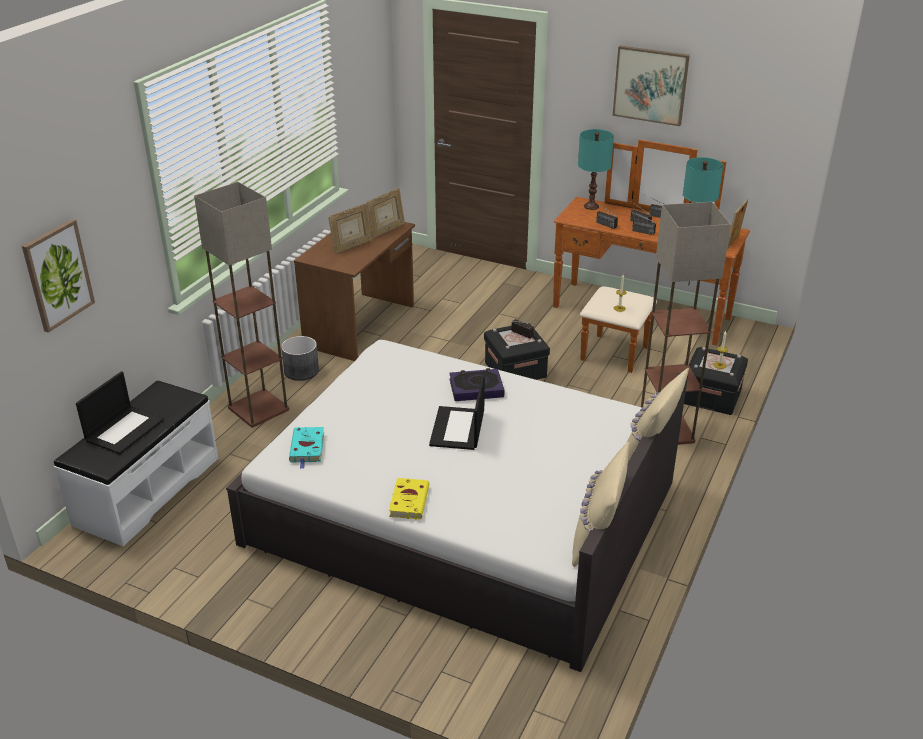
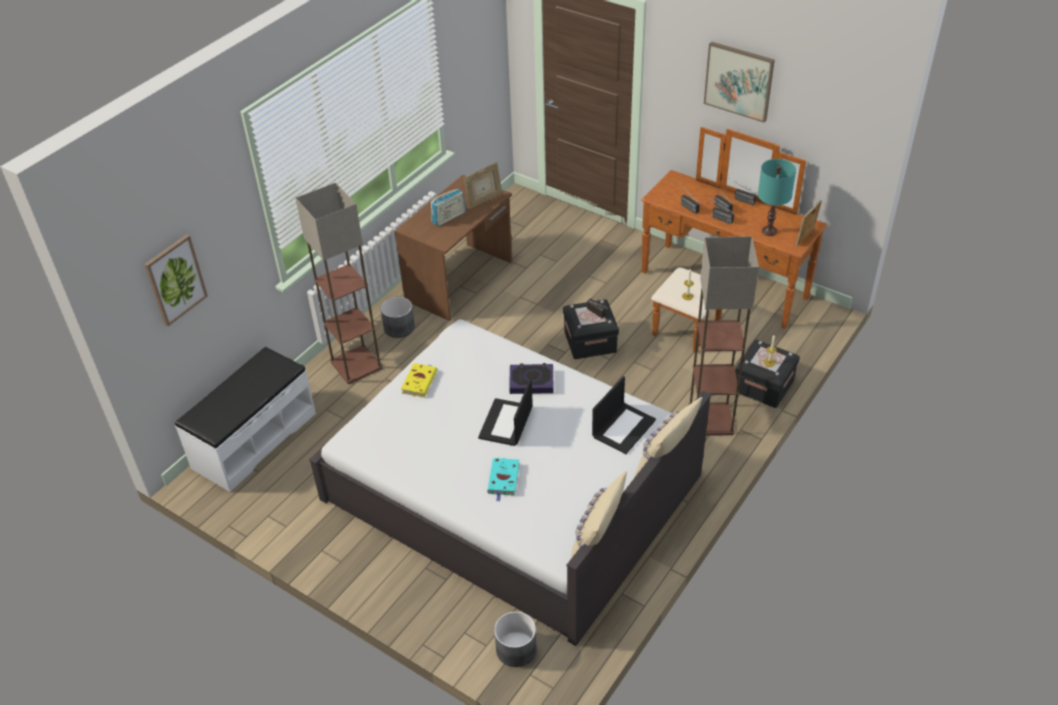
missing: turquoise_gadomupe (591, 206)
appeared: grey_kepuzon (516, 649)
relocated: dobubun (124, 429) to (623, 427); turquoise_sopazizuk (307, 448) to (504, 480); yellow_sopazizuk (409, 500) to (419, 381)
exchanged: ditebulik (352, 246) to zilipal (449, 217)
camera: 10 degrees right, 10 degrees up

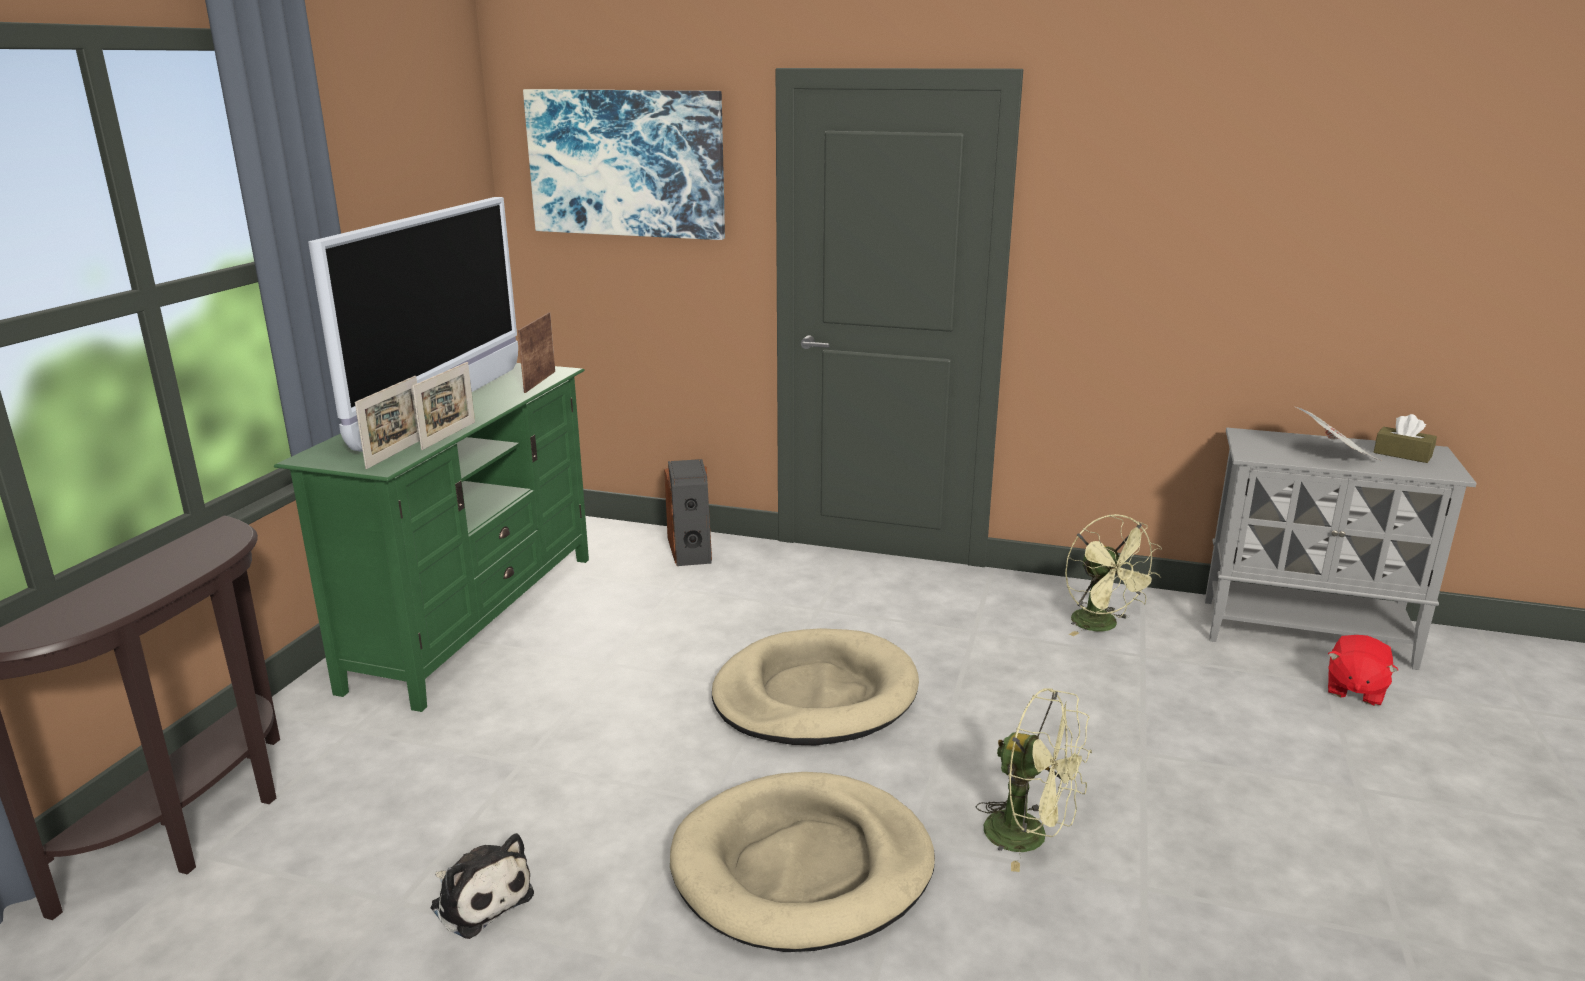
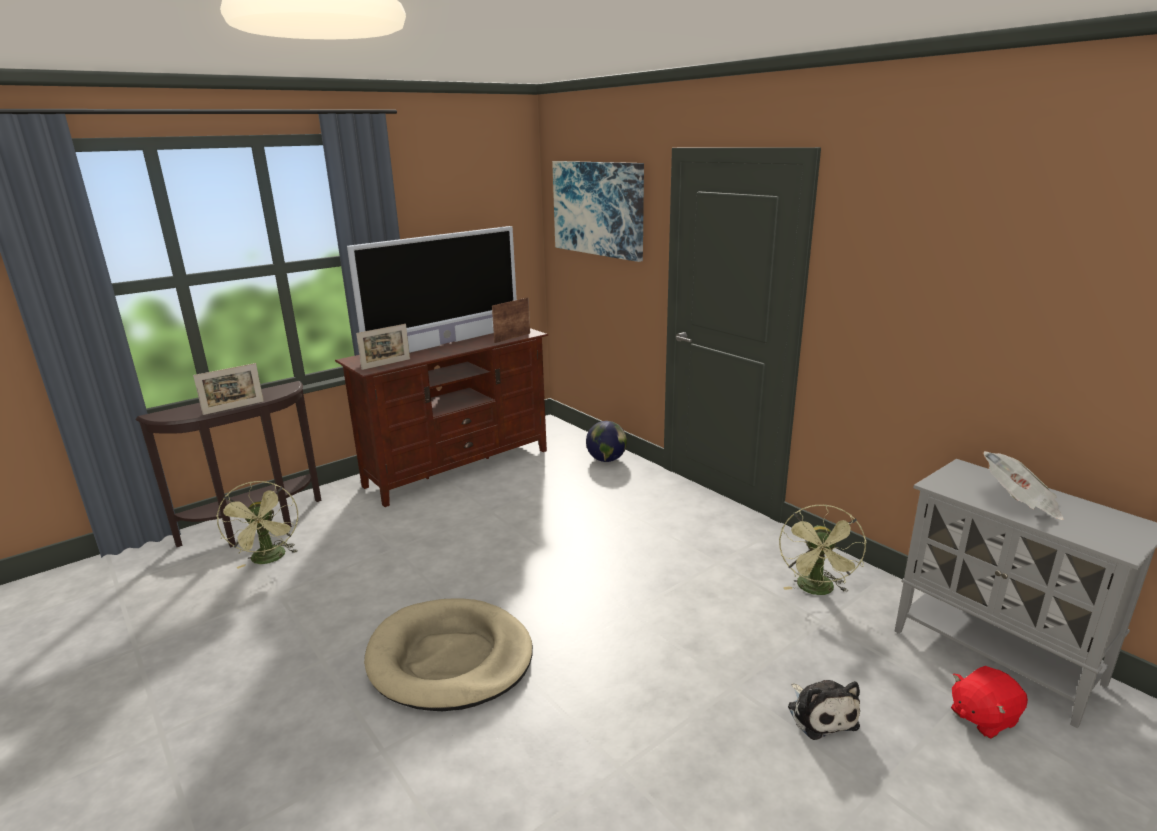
missing: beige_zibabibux (815, 695); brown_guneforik (1402, 454)
relocated: ditebulik (449, 435) to (234, 408); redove (480, 898) to (820, 714); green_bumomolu (1029, 836) to (270, 559)
exchanged: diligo (691, 550) to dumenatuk (606, 460)
colour: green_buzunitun (475, 619) to brown_buzunitun (458, 467)
camera: 35 degrees right, 0 degrees up

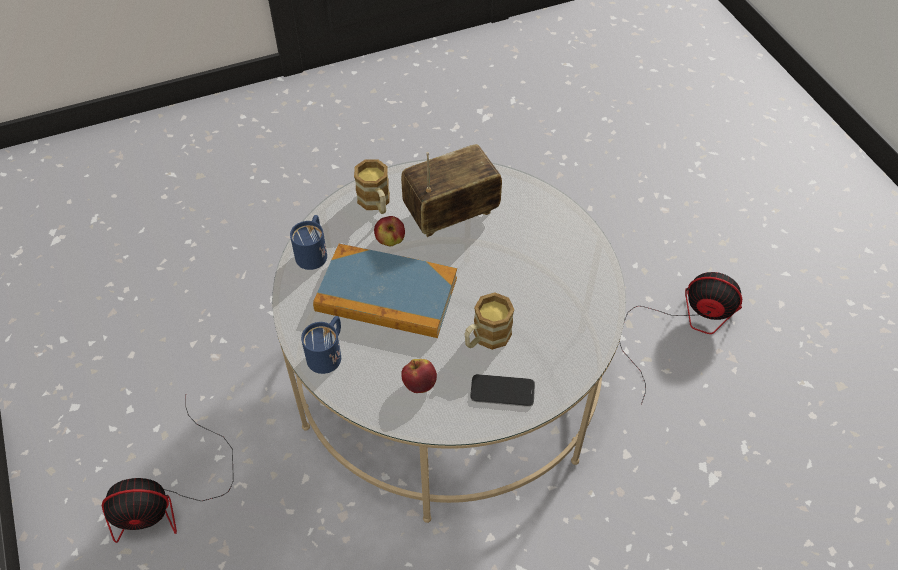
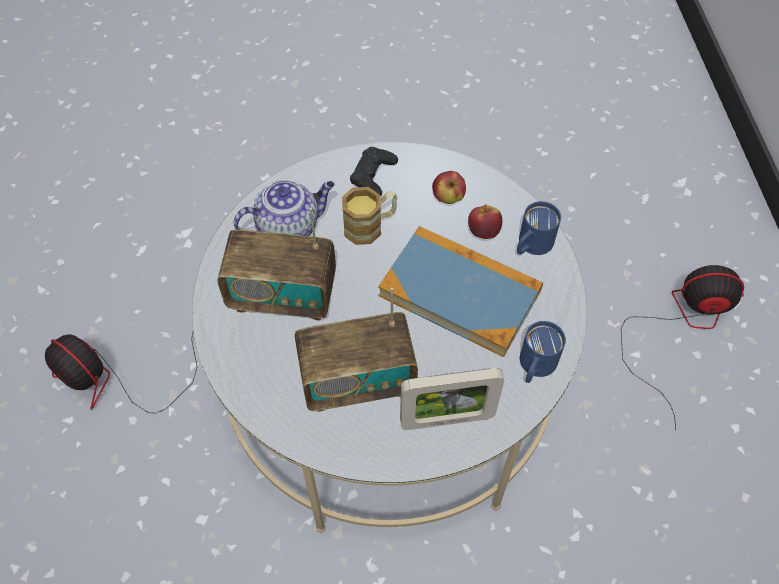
appeared: zilipal (283, 296); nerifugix (289, 226)
relocated: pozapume (390, 241) to (483, 231)
exchanged: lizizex (376, 203) to ditebulik (447, 420); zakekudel (502, 391) to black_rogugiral (373, 176)
camera: 165 degrees left, 5 degrees up

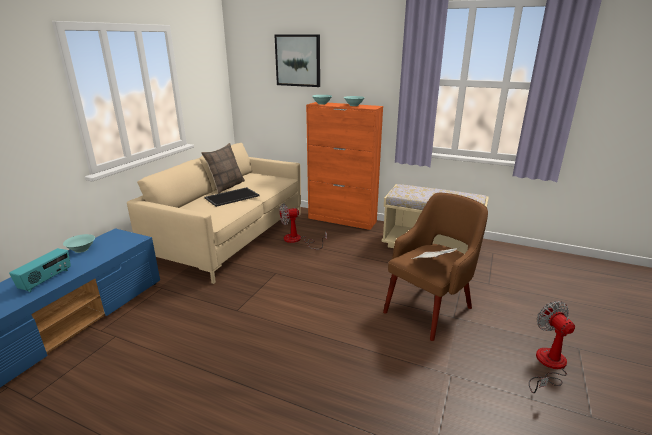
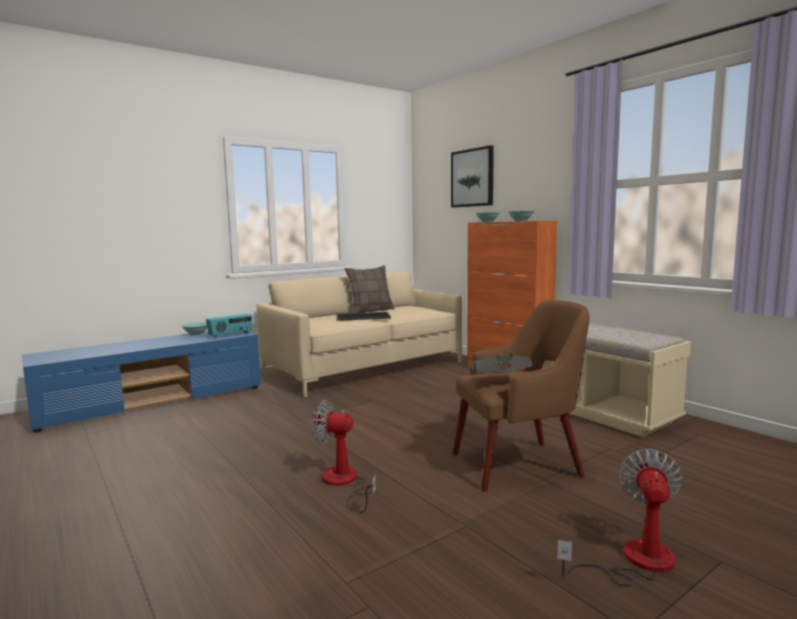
relocated: zilipal (46, 280) to (231, 335); bumomolu (297, 240) to (344, 483)
camera: 30 degrees right, 15 degrees down

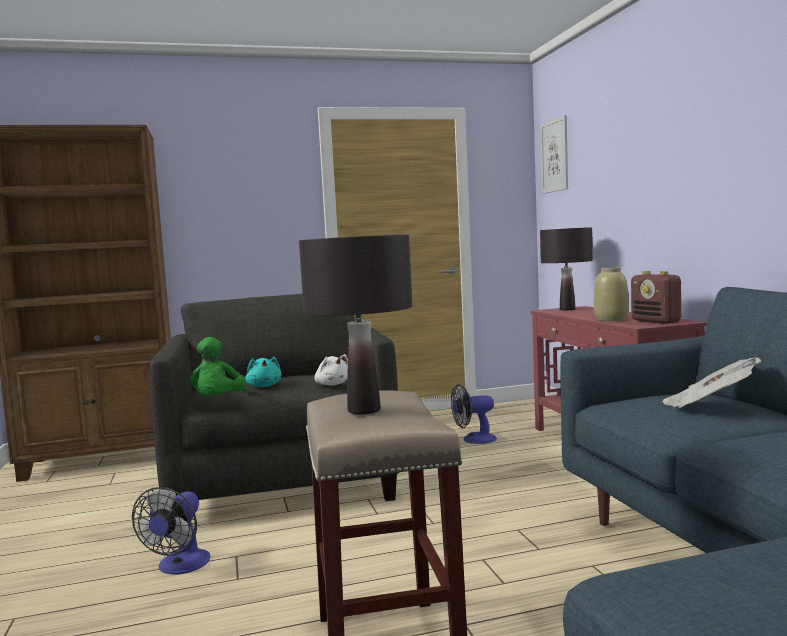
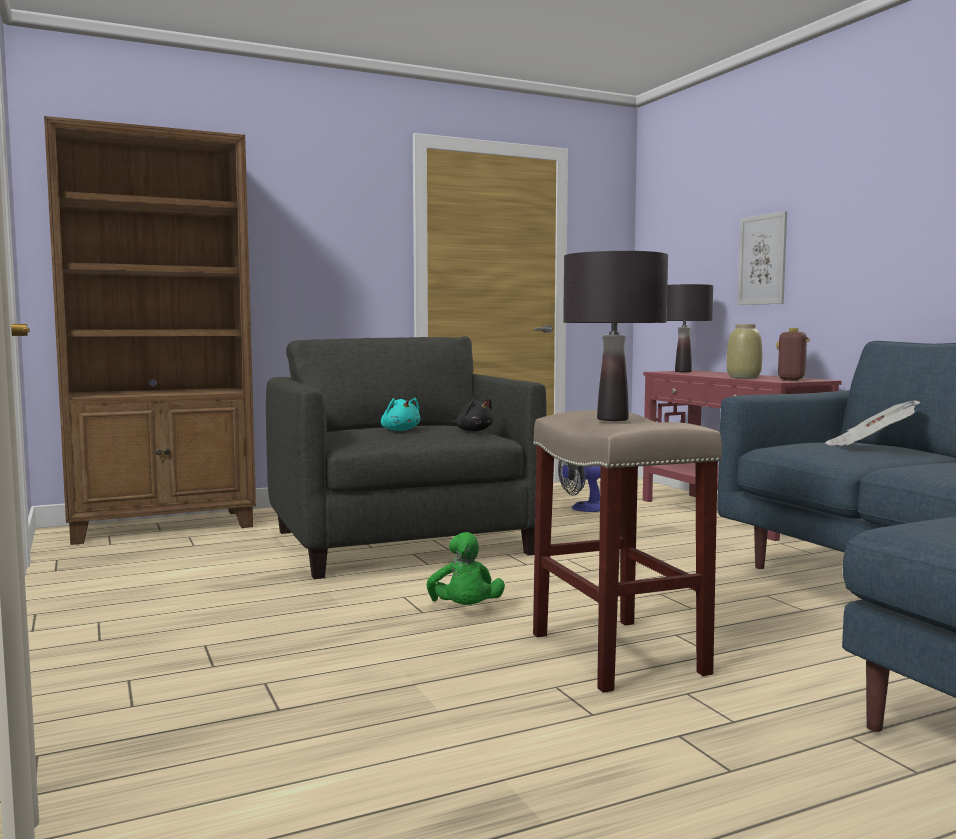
missing: bumomolu (180, 567)
relocated: green_redove (219, 402) to (465, 610); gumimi (554, 155) to (762, 259)
colour: white_redove (332, 384) to black_redove (473, 431)
spun: zilipal (656, 321) = (791, 379) 60 degrees clockwise
camera: 10 degrees left, 0 degrees up

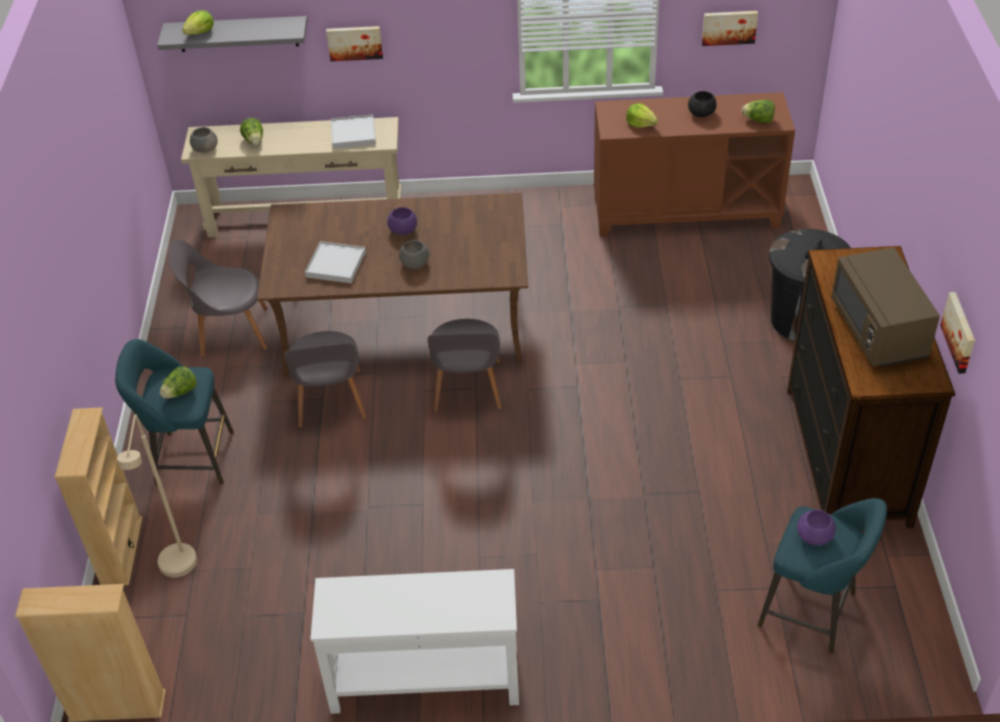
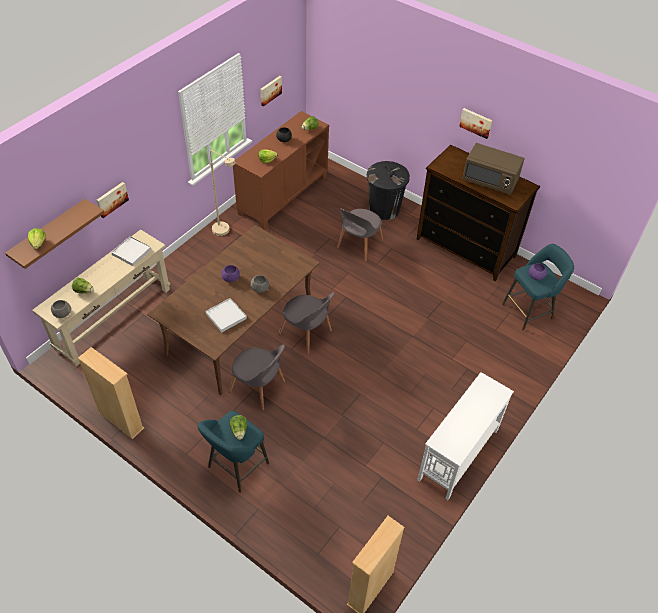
relocated: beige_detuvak (121, 551) to (121, 421); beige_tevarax (178, 571) to (225, 231); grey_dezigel (230, 332) to (358, 245); gumimi (960, 332) to (476, 122)
colour: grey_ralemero (237, 34) to brown_ralemero (49, 232)
camera: 55 degrees left, 5 degrees up

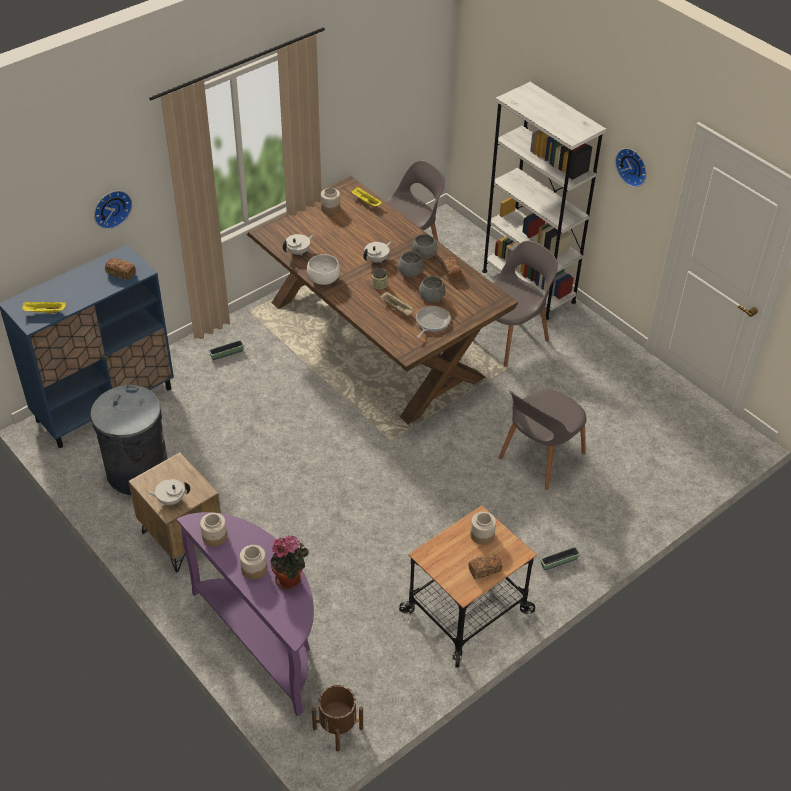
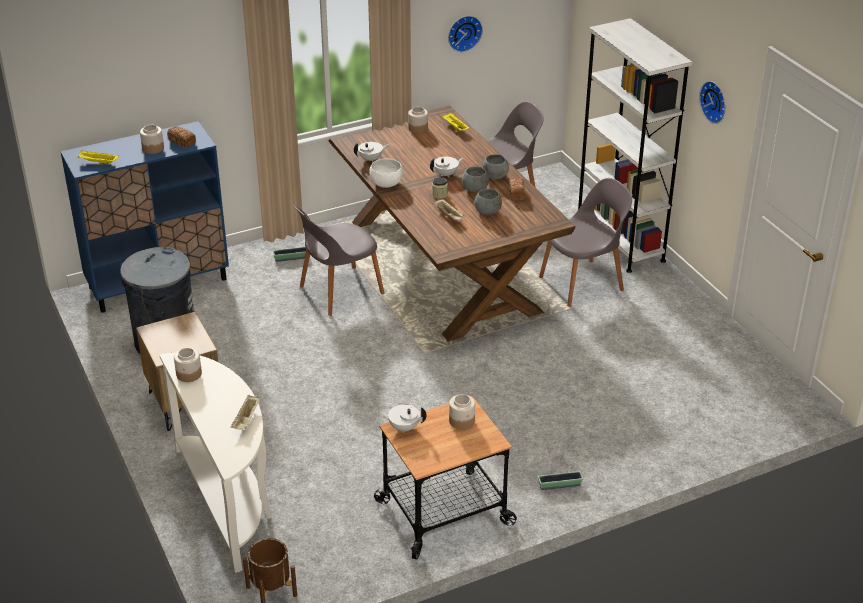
missing: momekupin (431, 322); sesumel (484, 570)
relocated: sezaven (111, 208) to (463, 32); white_nerifugix (170, 499) to (403, 427); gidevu (254, 569) to (153, 148); grey_dezigel (540, 457) to (339, 291)
exchanged: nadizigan (290, 579) to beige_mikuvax (246, 420)
colour: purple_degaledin (263, 639) to white_degaledin (229, 501)
camera: 15 degrees right, 10 degrees down

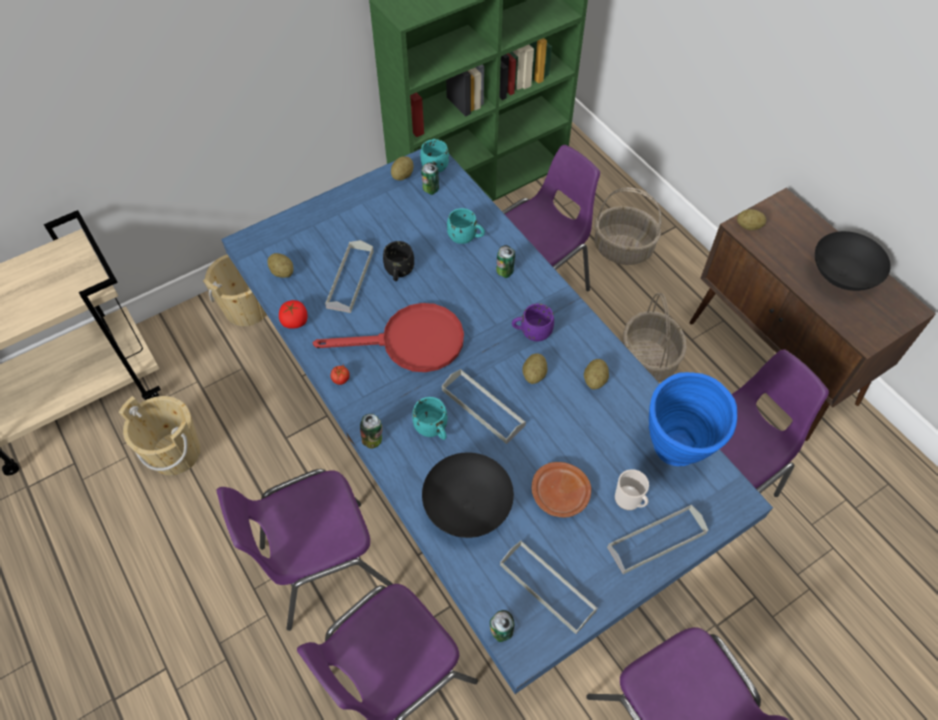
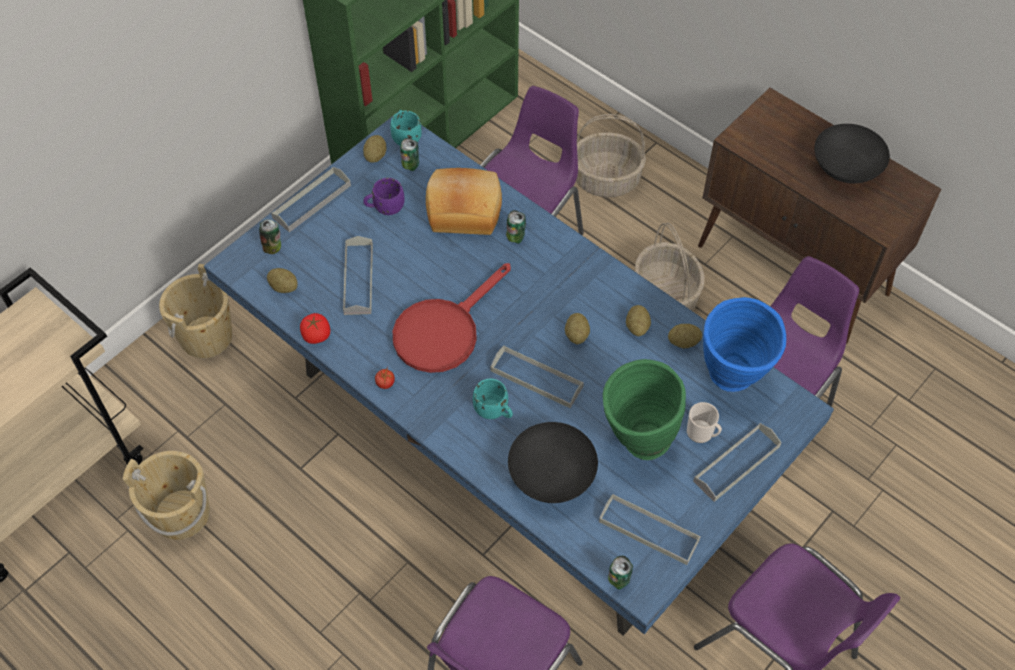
missing: purple_dezigel (322, 566); black_lizizex (399, 273)
appeared: grey_mikuvax (312, 201)
relocated: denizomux (373, 440) to (273, 247); purple_lizizex (531, 332) to (385, 208); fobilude (748, 226) to (683, 342)
exchanged: turquoise_lizizex (466, 237) to sesumel (464, 209); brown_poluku (560, 494) to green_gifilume (636, 443)
spun: red_momekupin (411, 342) = (443, 330) 150 degrees clockwise
camera: 15 degrees left, 0 degrees up

